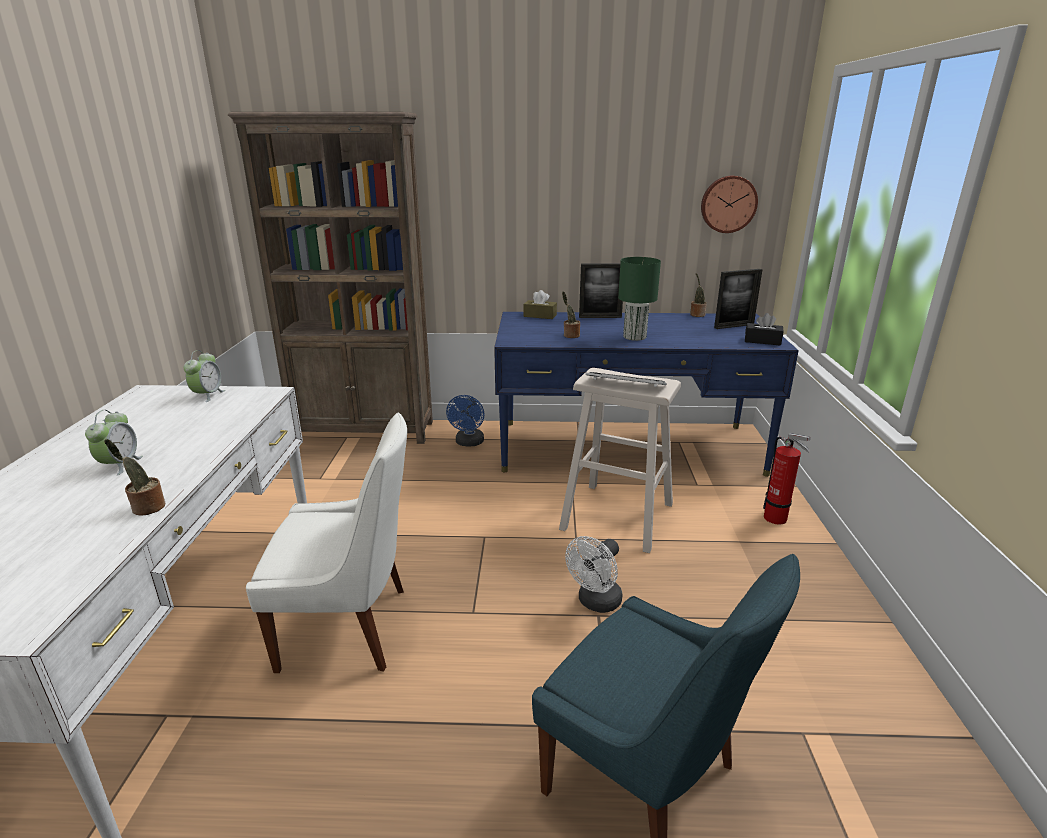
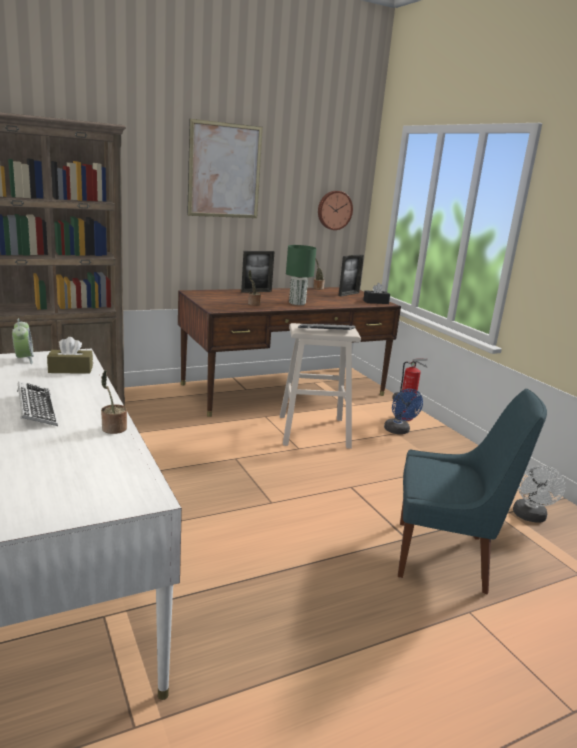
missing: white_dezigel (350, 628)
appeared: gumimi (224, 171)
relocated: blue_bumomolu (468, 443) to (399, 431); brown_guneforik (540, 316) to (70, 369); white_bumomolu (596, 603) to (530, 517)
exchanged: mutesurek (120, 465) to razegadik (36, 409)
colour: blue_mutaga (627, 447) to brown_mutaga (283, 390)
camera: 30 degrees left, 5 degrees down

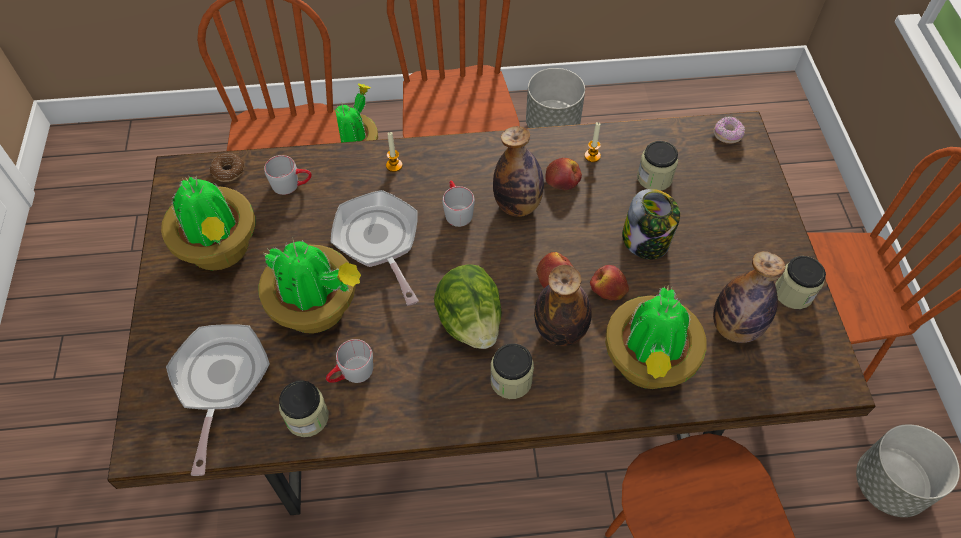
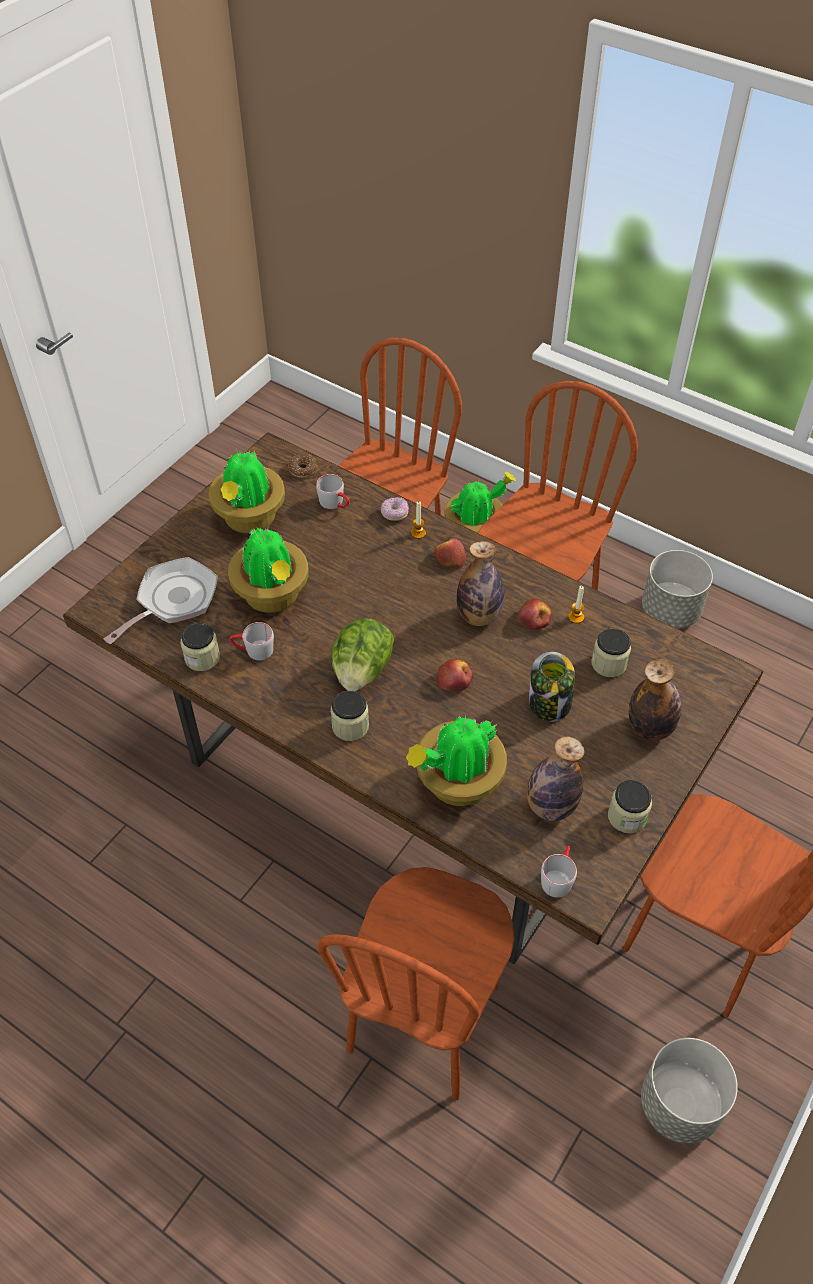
missing: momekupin (379, 241)
relocated: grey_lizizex (456, 210) to (558, 877); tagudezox (560, 330) to (650, 728); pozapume (608, 288) to (449, 559); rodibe (727, 135) to (394, 514)
camera: 40 degrees right, 5 degrees down

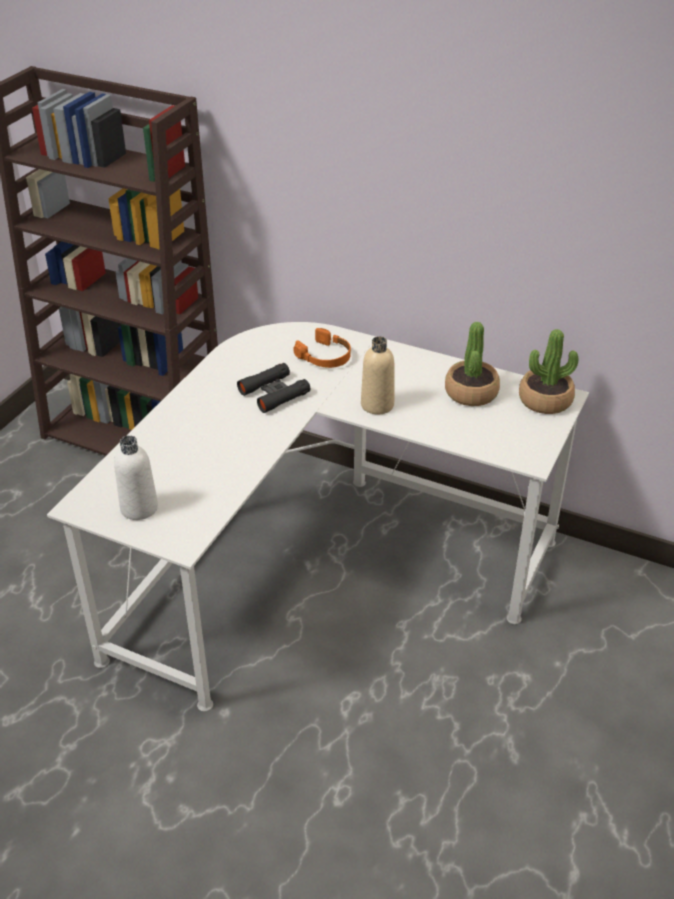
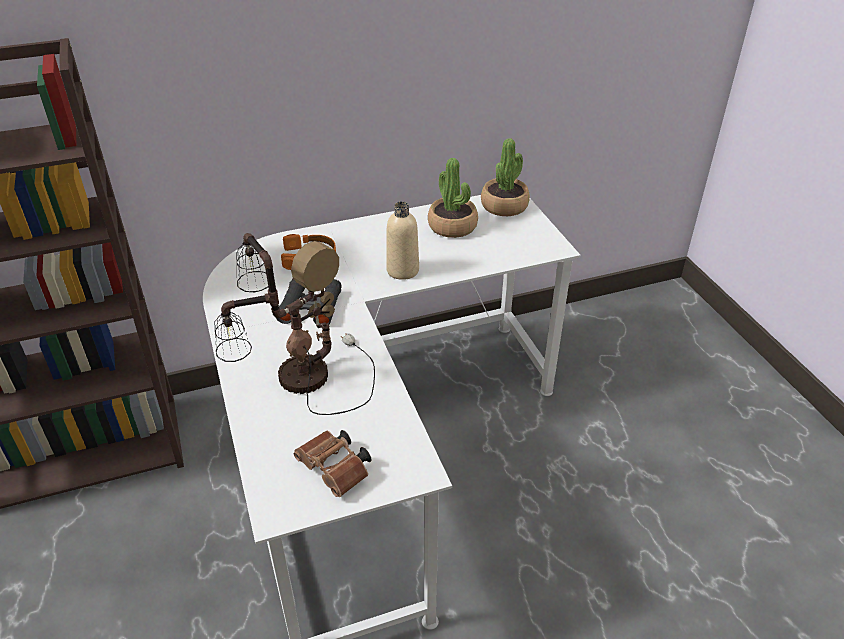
appeared: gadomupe (299, 377)
exchanged: white_tagudezox (139, 508) to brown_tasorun (336, 471)
camera: 45 degrees left, 0 degrees up

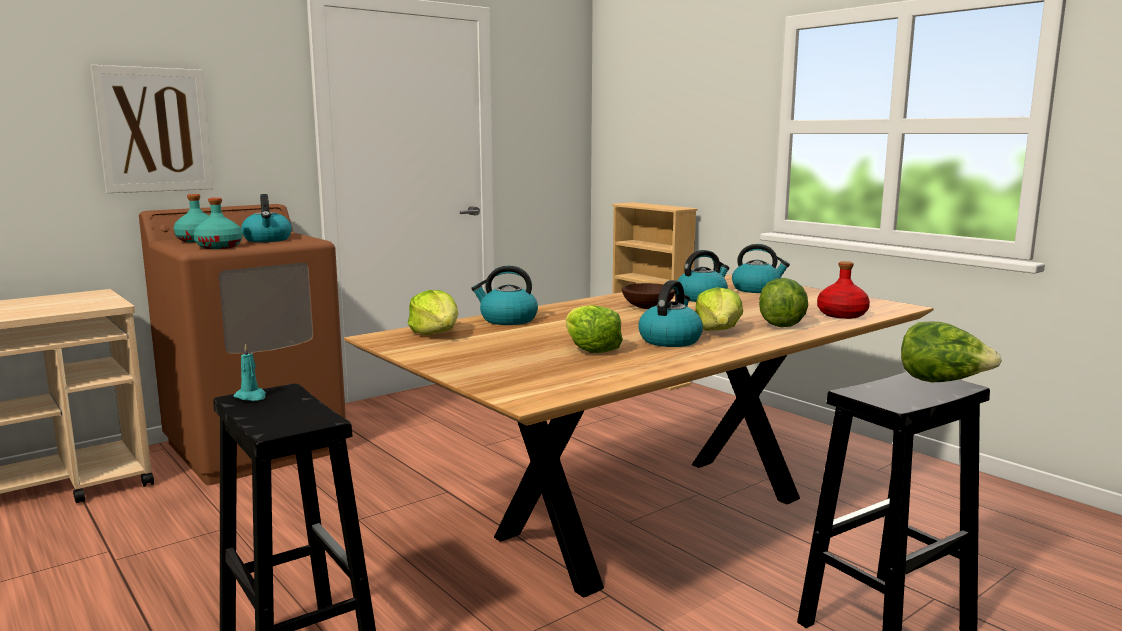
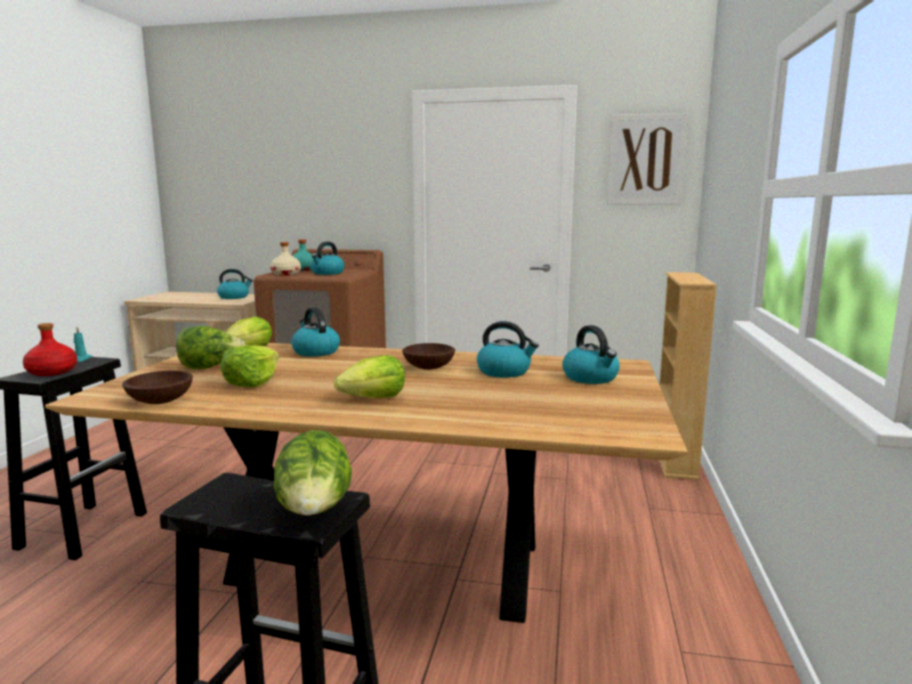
appeared: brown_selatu (160, 401)
relocated: gumimi (154, 130) to (645, 159); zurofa (670, 340) to (234, 297); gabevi (782, 324) to (210, 367); red_tagudezox (842, 315) to (52, 372)
colour: turquoise_tagudezox (219, 246) to beige_tagudezox (286, 274)
camera: 50 degrees right, 0 degrees up

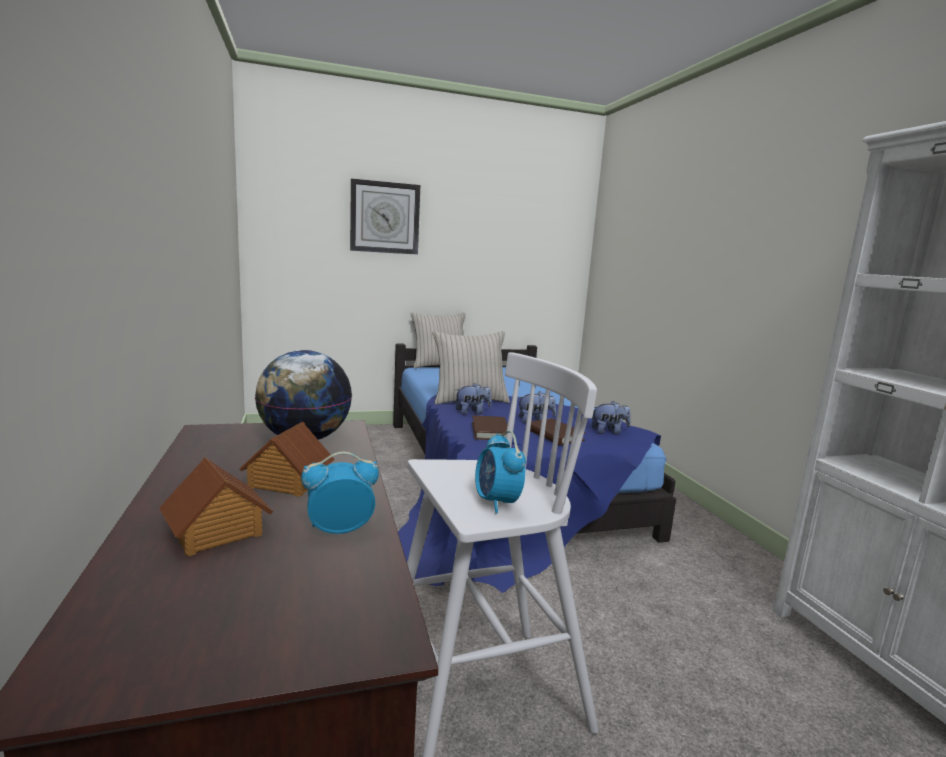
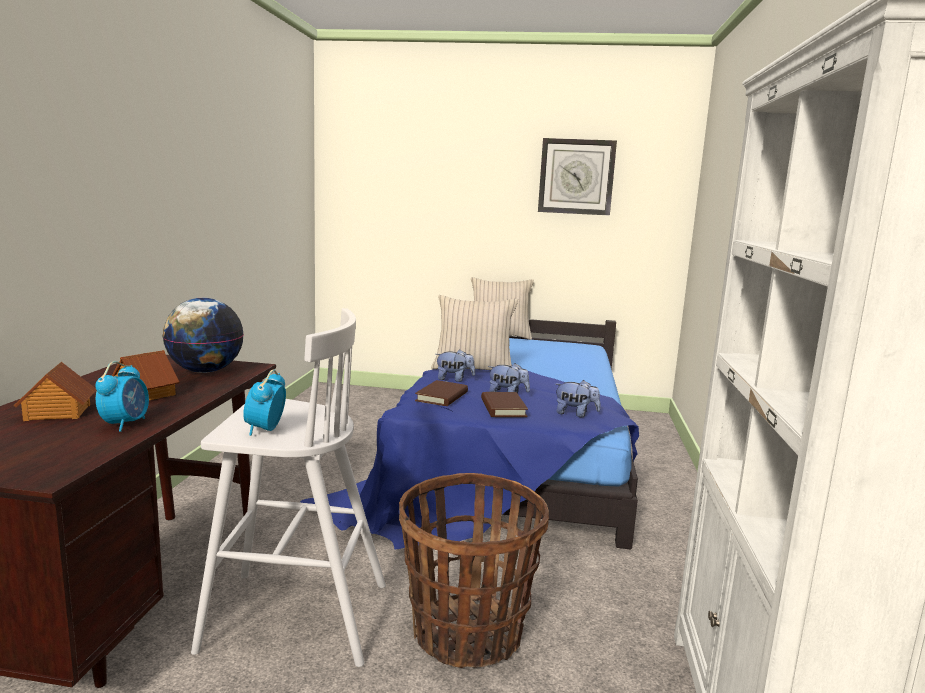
appeared: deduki (467, 634)
relocated: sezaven (385, 217) to (576, 177)
spun: mutesurek (339, 529) = (125, 424) 90 degrees clockwise
camera: 25 degrees right, 0 degrees up

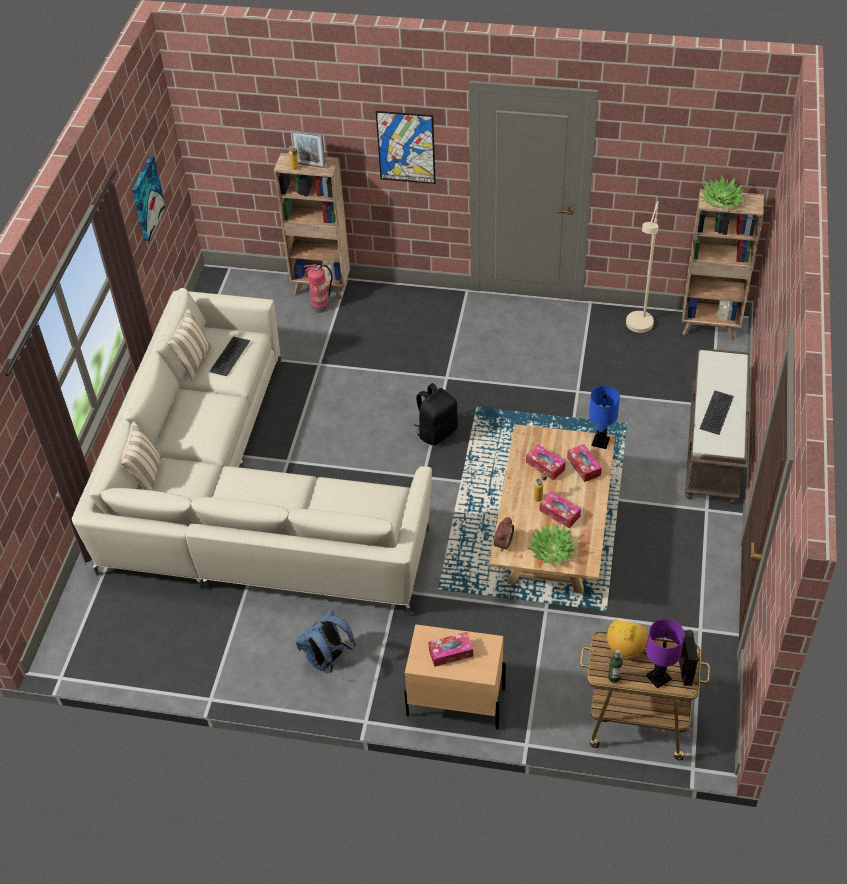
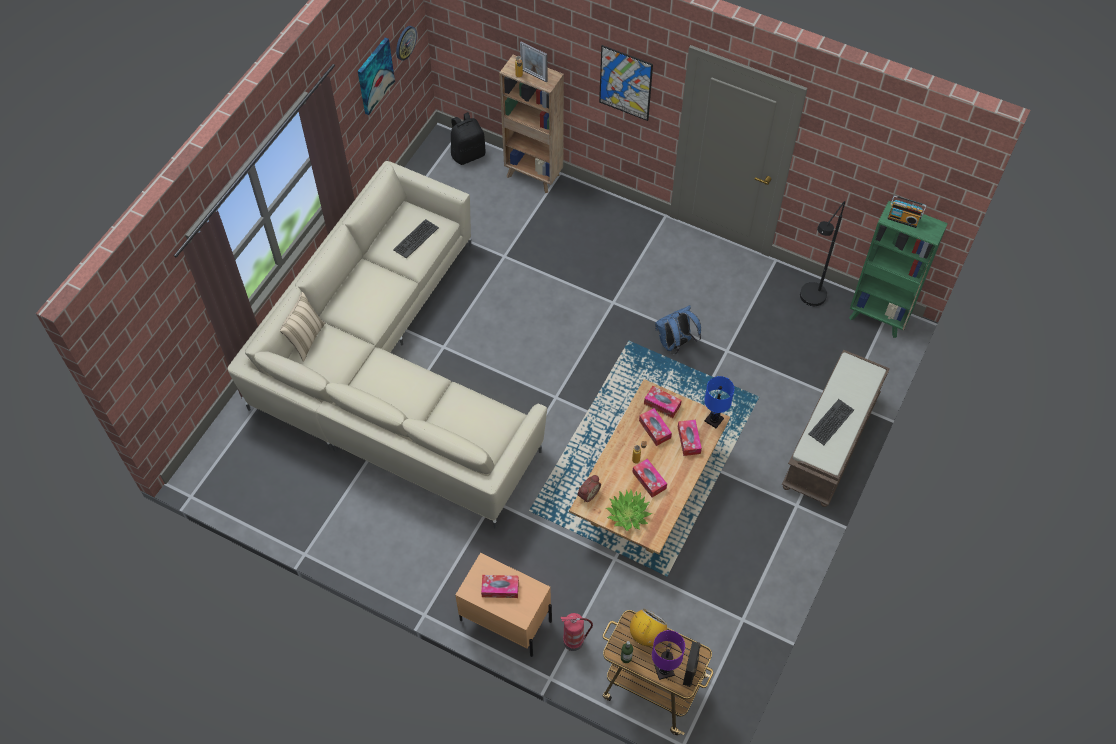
missing: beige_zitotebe (193, 361)
appeared: sezaven (405, 42); guneforik (662, 404)
relocated: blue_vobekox (327, 660) to (675, 344); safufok (321, 306) to (574, 641); black_vobekox (436, 432) to (468, 154)
exchanged: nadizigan (721, 200) to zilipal (903, 219)
colour: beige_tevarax (639, 329) to black_tevarax (810, 301); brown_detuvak (710, 327) to green_detuvak (878, 318)
camera: 15 degrees right, 10 degrees up

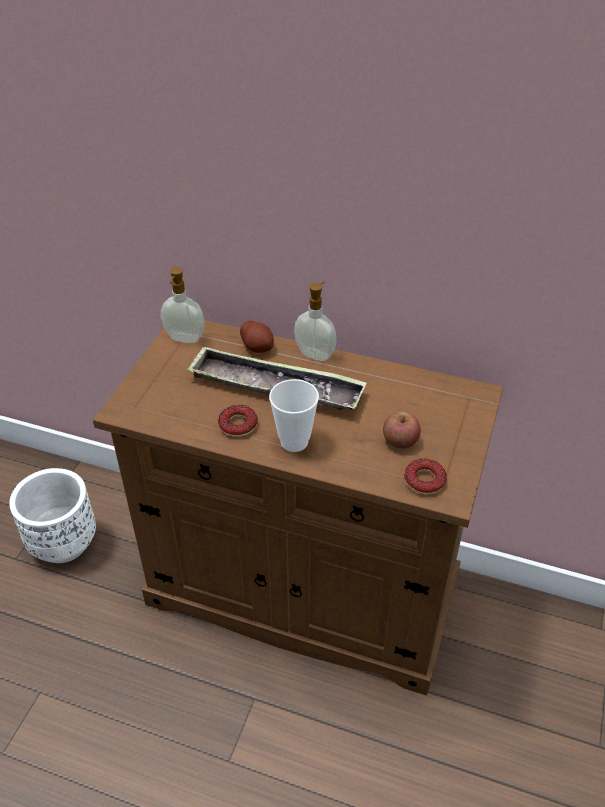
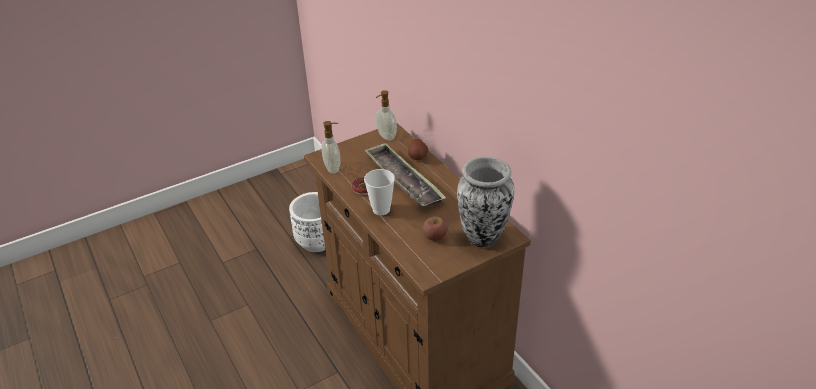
missing: rodibe (424, 480)
appeared: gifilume (483, 237)
relocated: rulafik (315, 353) to (333, 168)
camera: 40 degrees right, 5 degrees down

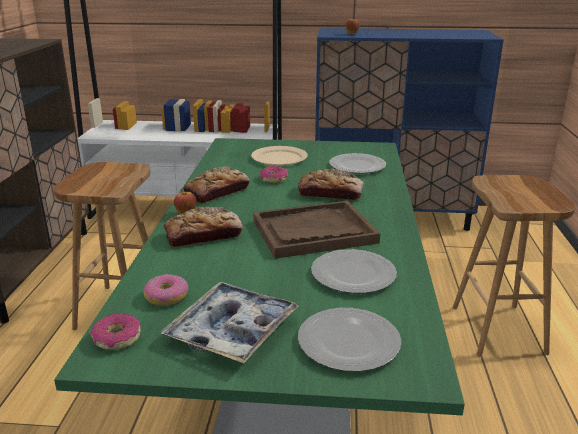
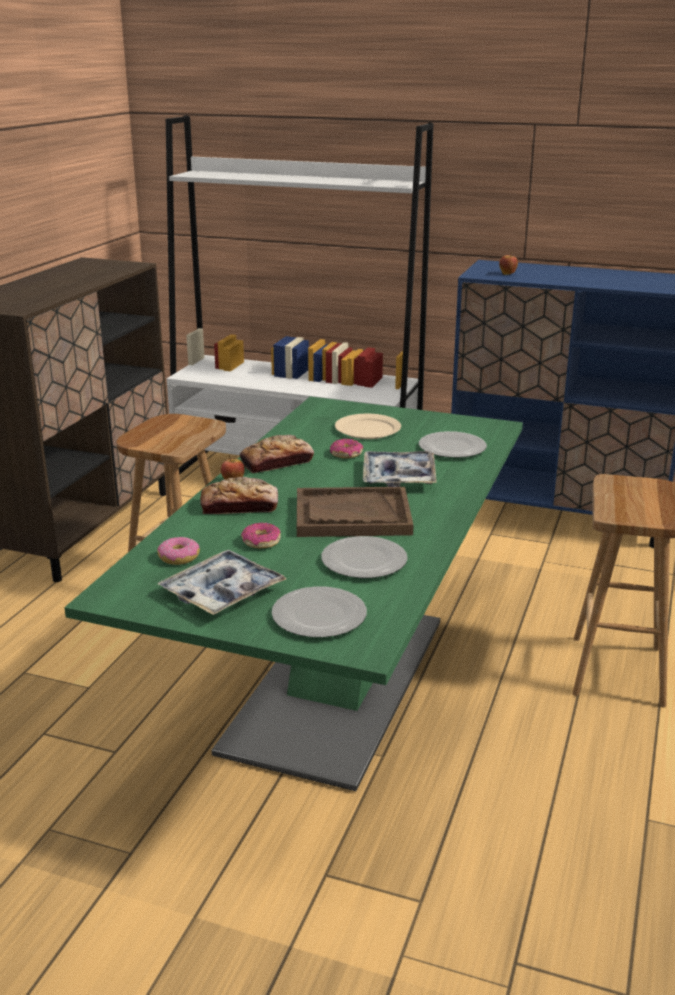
relocated: rodibe (117, 338) to (261, 542)
exchanged: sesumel (331, 193) to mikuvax (399, 477)
camera: 15 degrees right, 0 degrees up

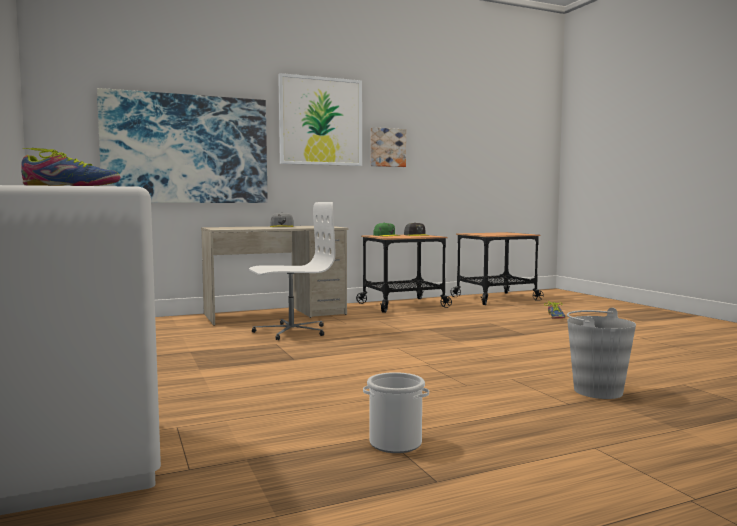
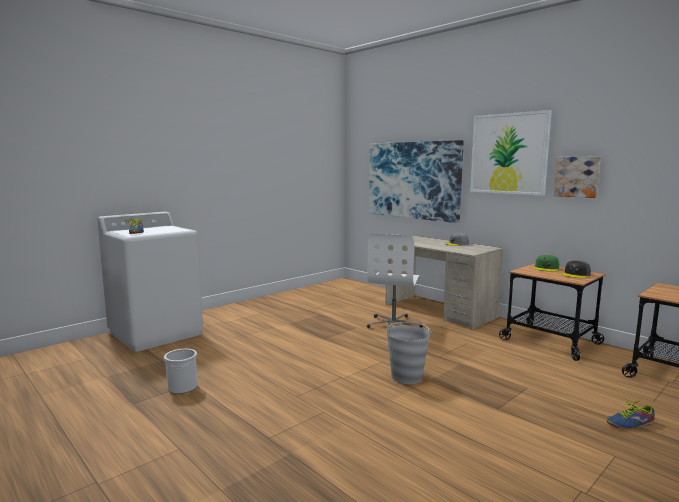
relocated: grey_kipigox (597, 391) to (407, 377)
spun: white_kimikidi (291, 331) = (394, 324) 60 degrees clockwise
camera: 70 degrees right, 5 degrees up

